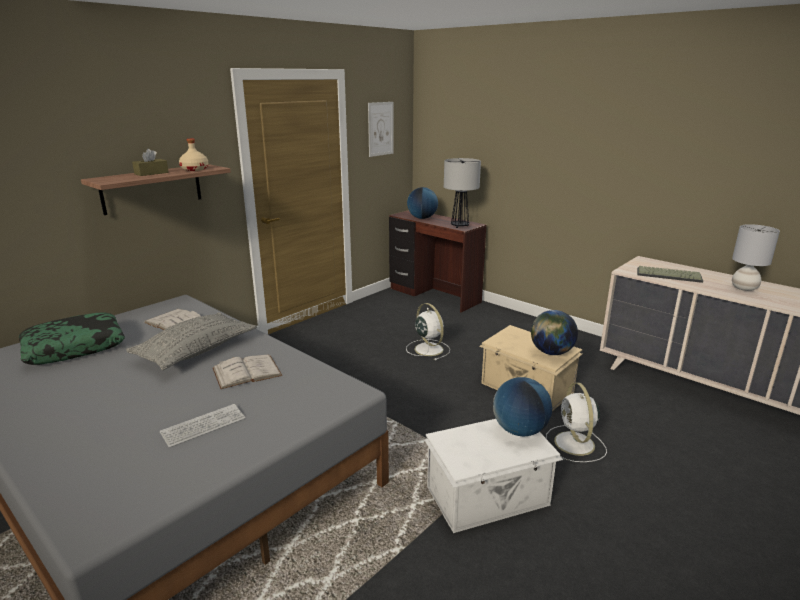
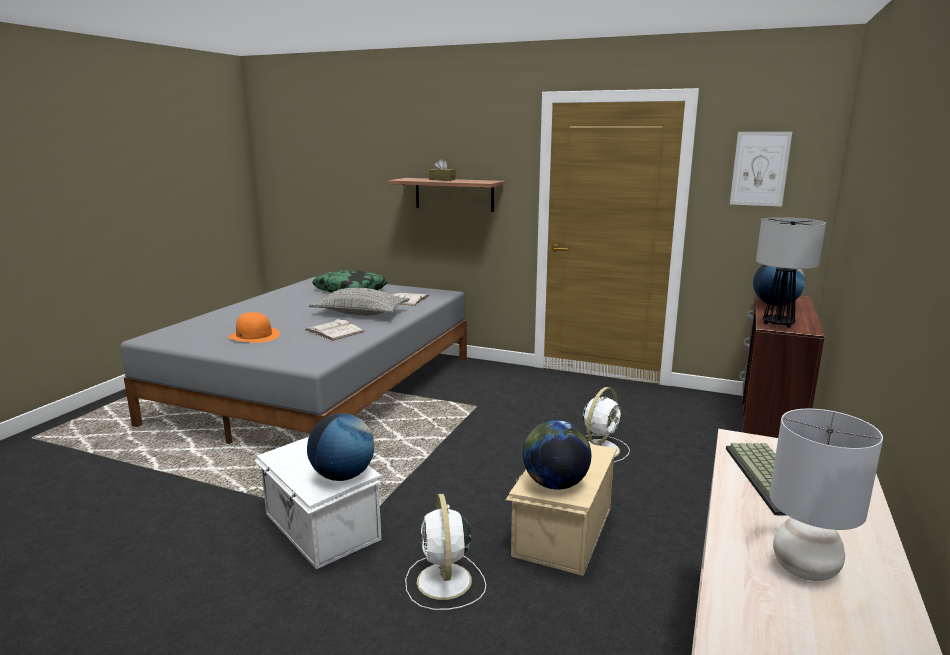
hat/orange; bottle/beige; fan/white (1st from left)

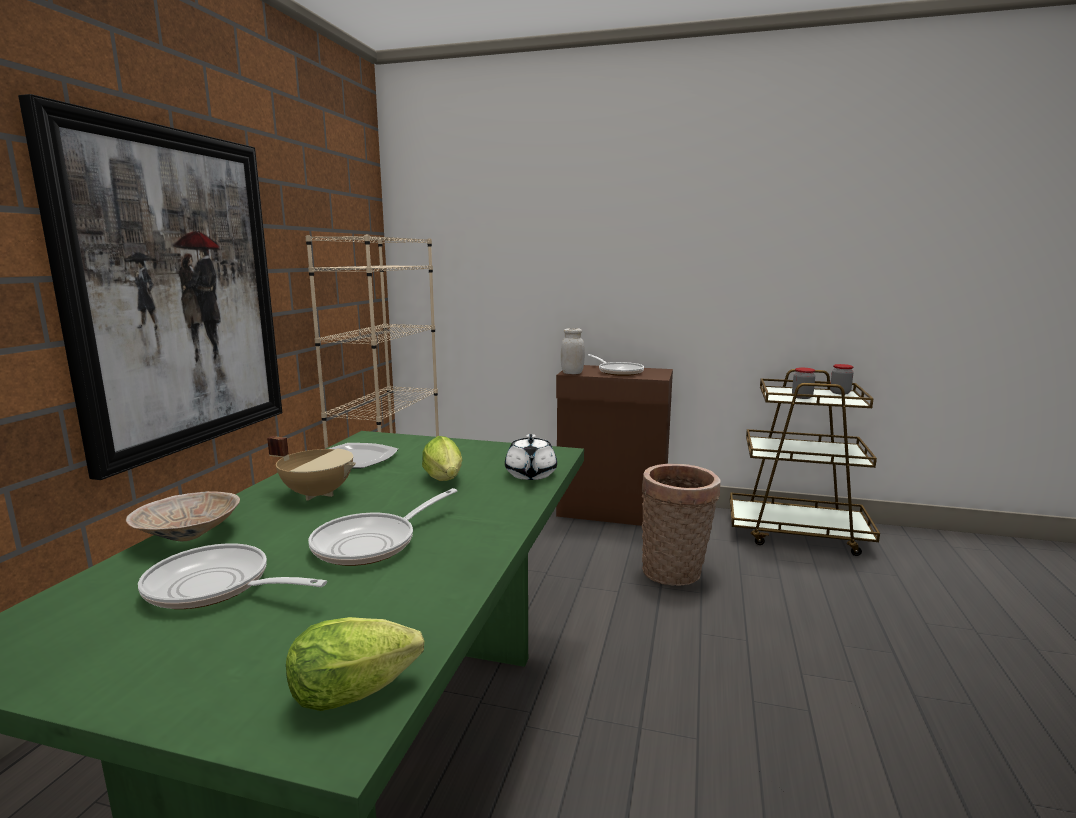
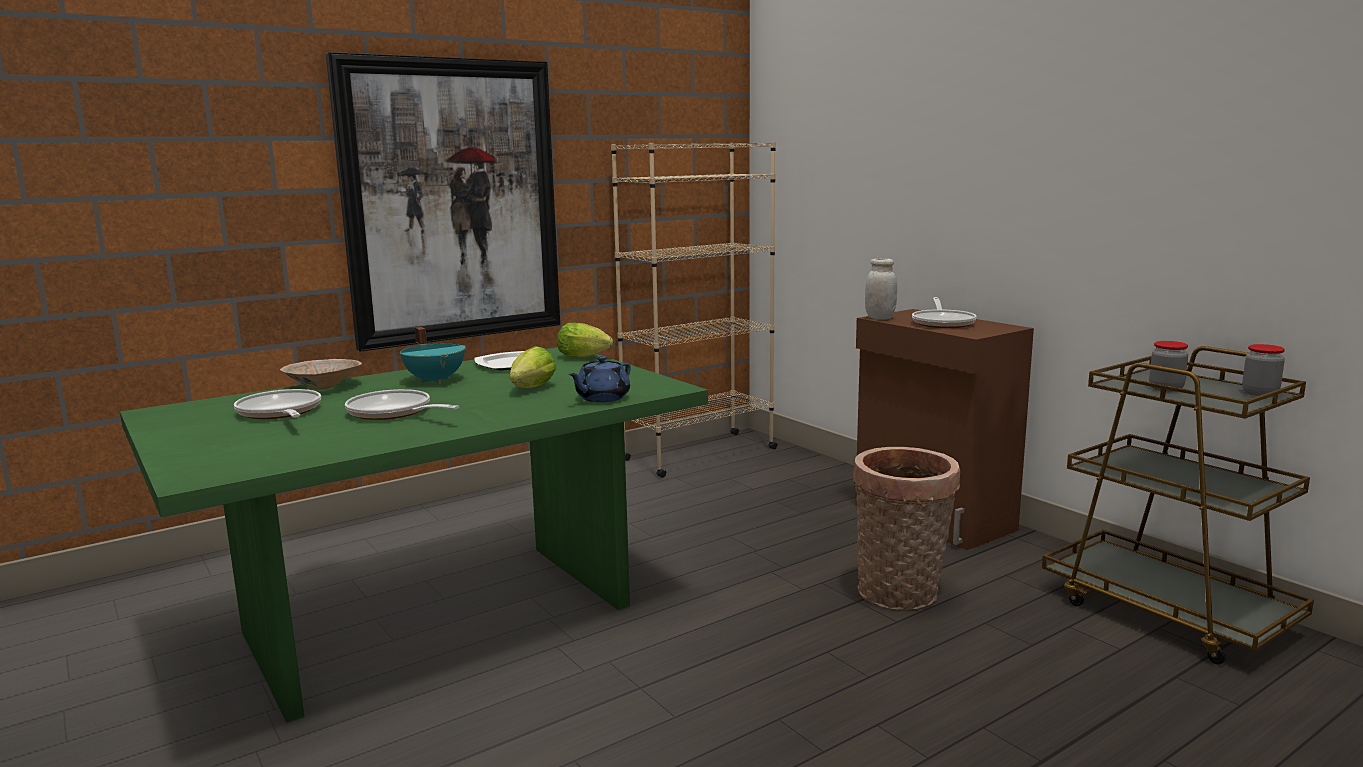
cooking pot/turquoise; lettuce (2nd from left); frying pan (2nd from left); teapot/blue

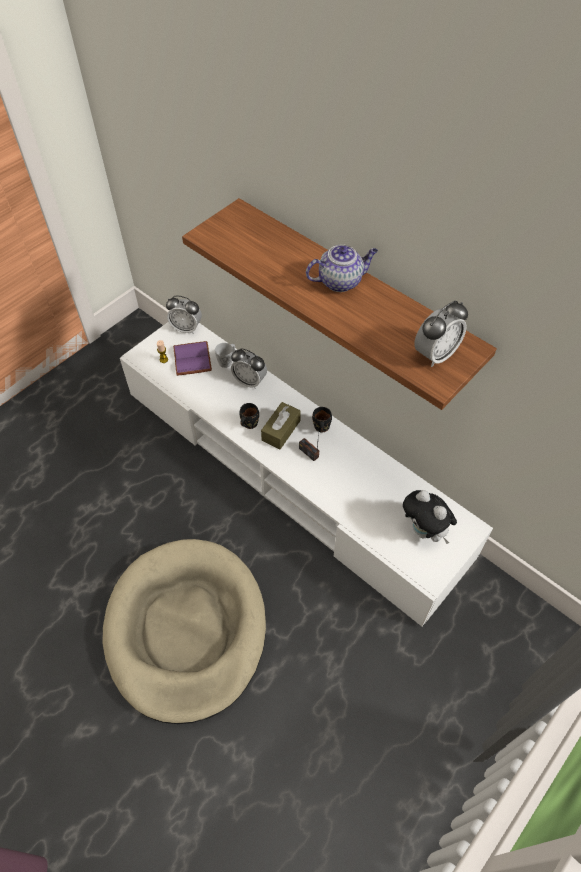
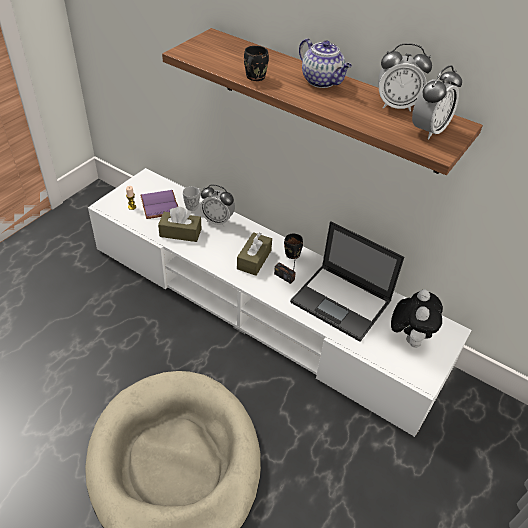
alarm clock (2nd from left); mug/black (1st from left); teapot; plush toy; tissue box/brown (1st from left); laptop

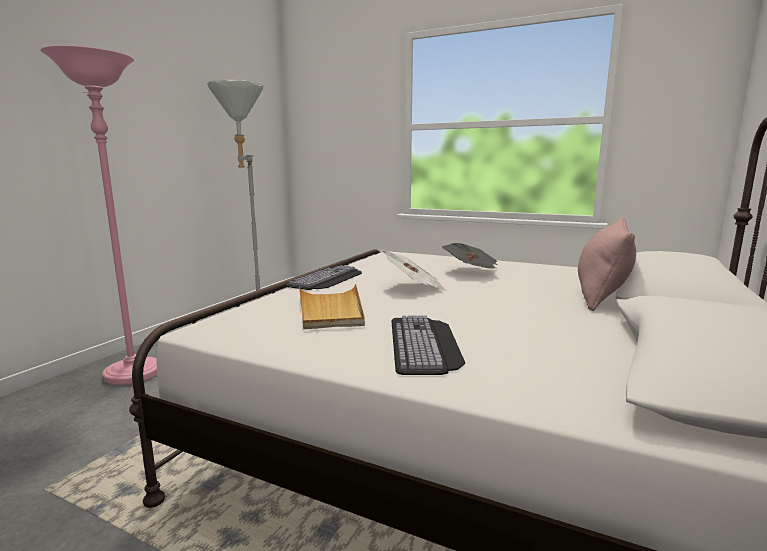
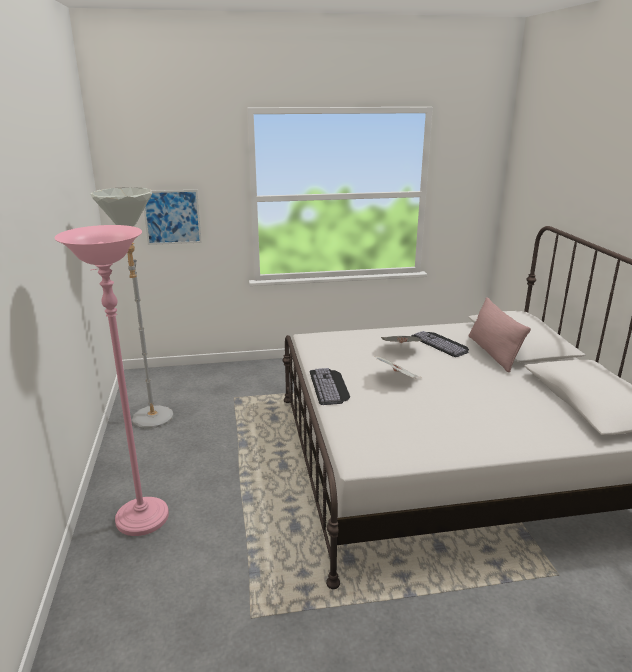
tray/beige; keyboard (2nd from left); picture

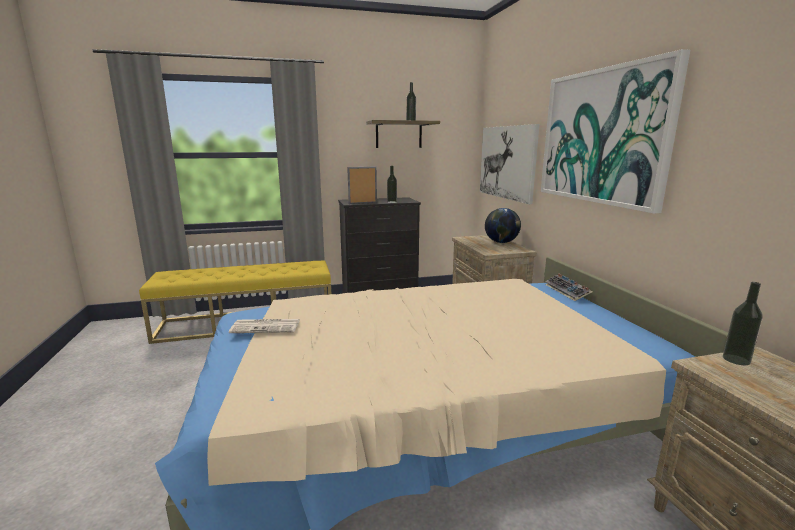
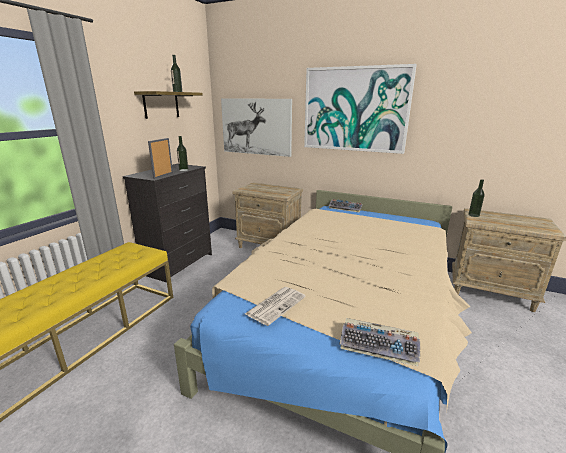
globe; keyboard (2nd from left)

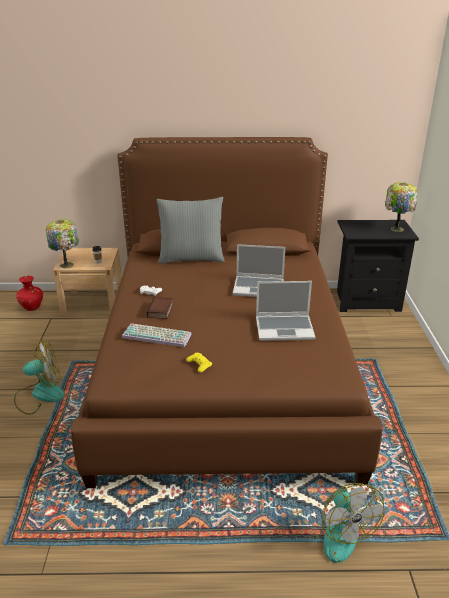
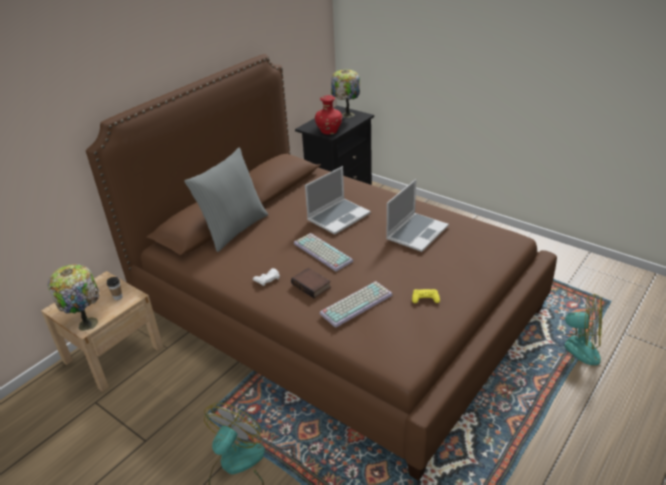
vase/red; keyboard (1st from left)

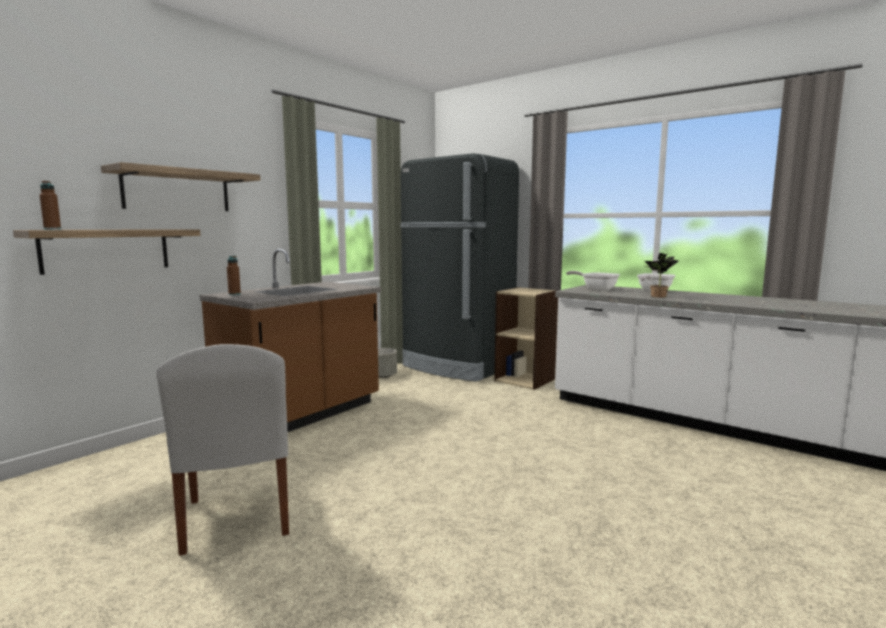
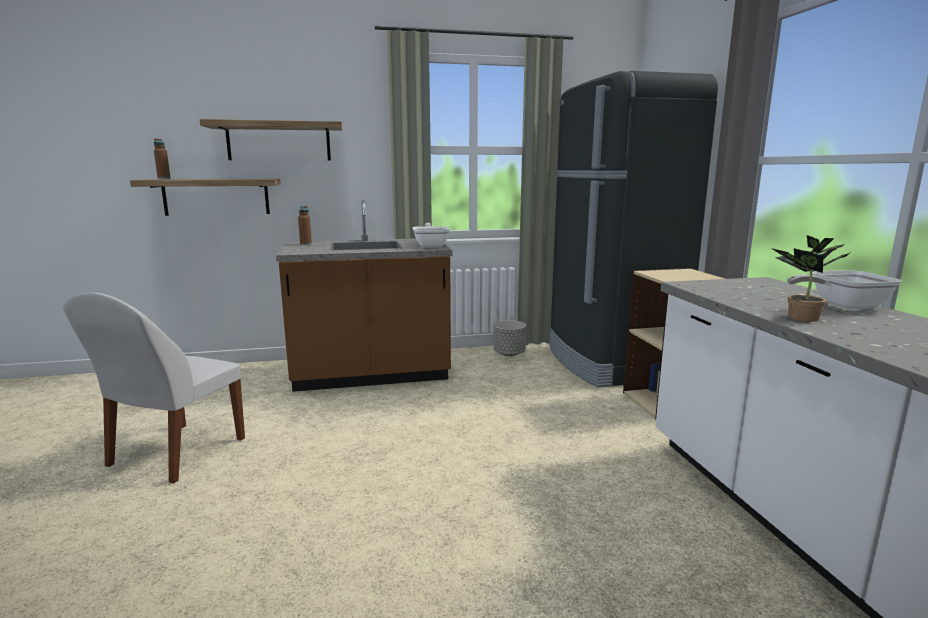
frying pan (1st from left)

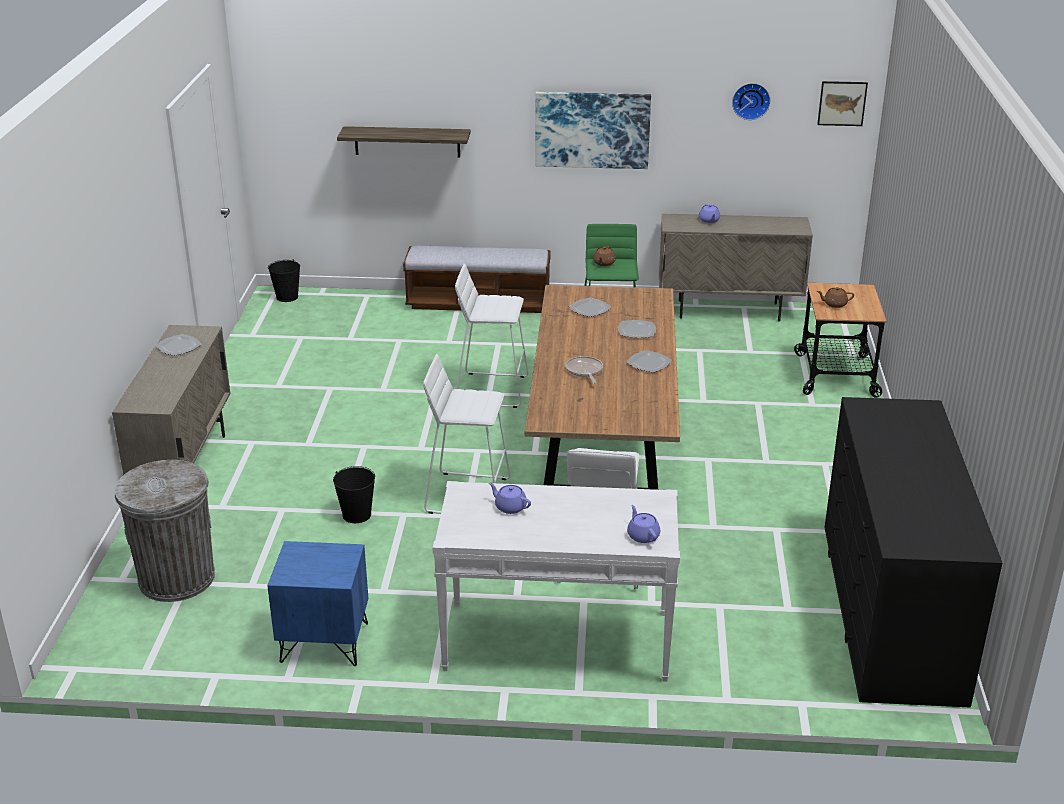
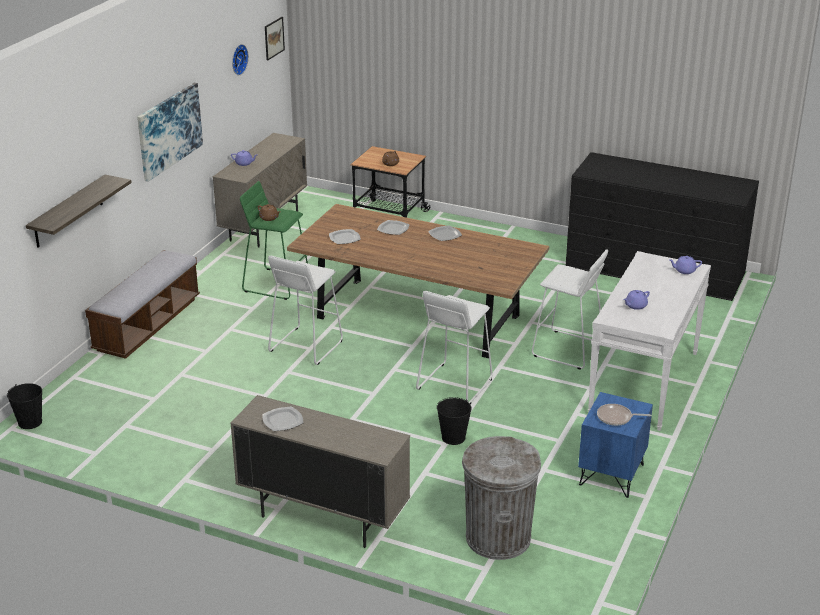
frying pan

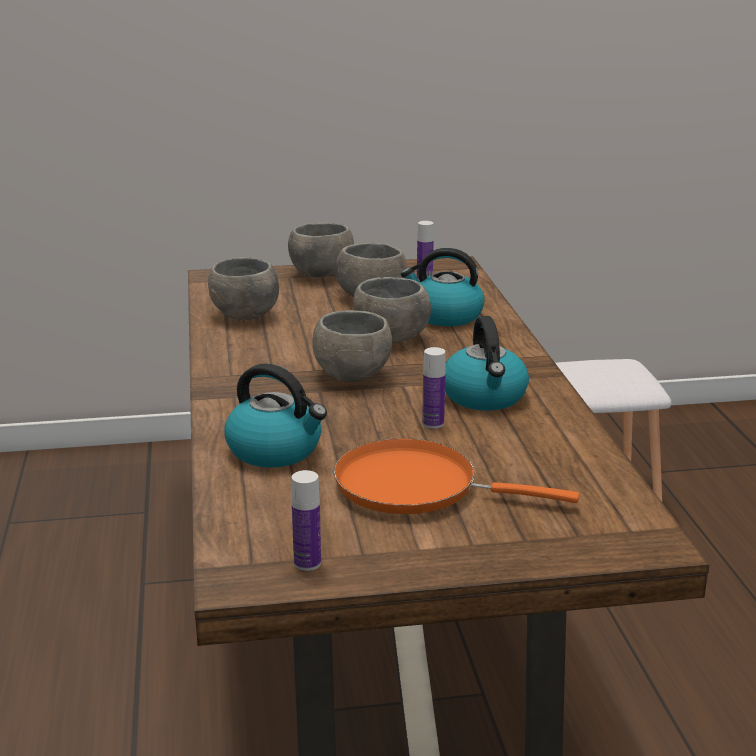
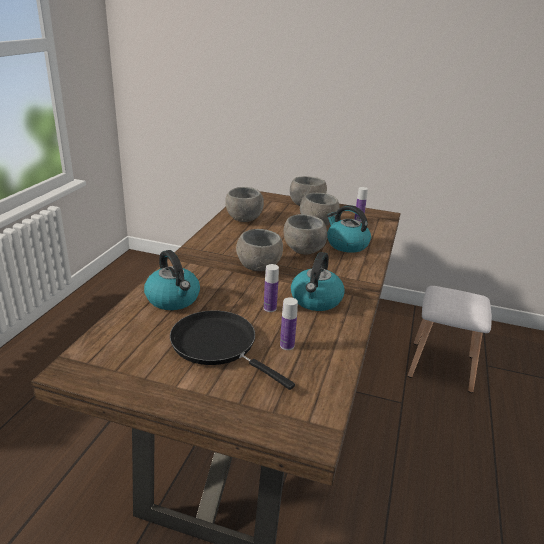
bottle (2nd from left); frying pan/black

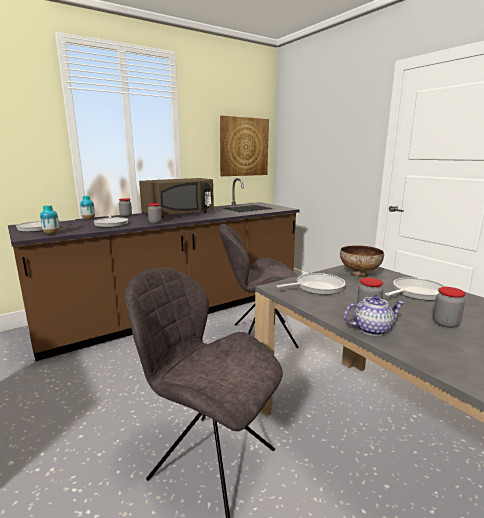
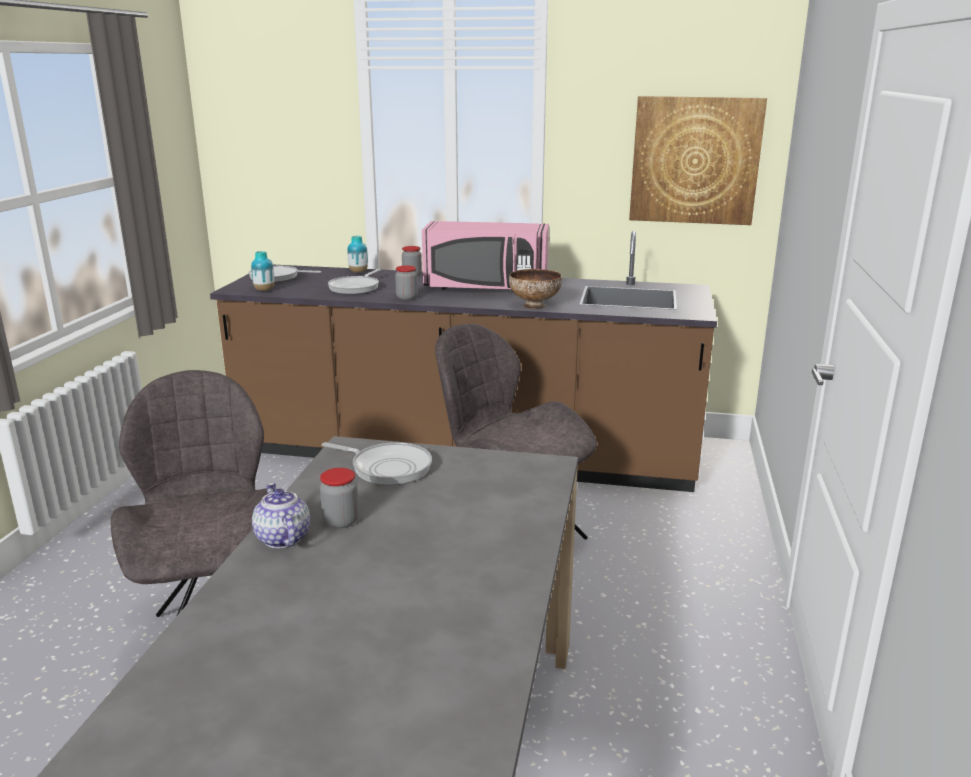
microwave/pink; bowl; teapot; frying pan (4th from left in the first image); jar (4th from left in the first image)

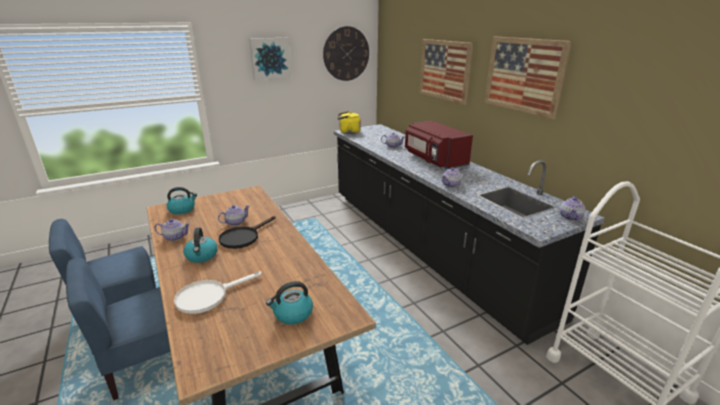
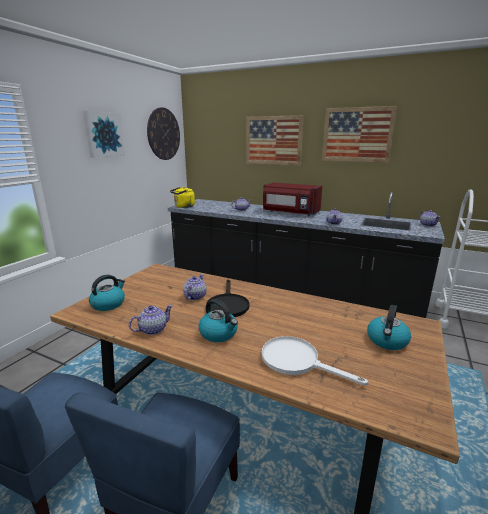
frying pan/white

